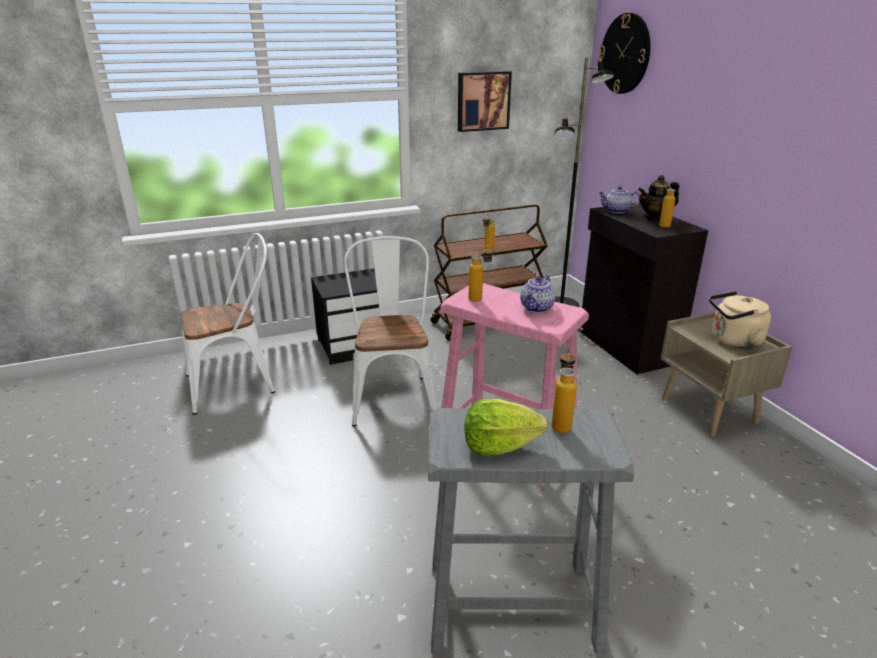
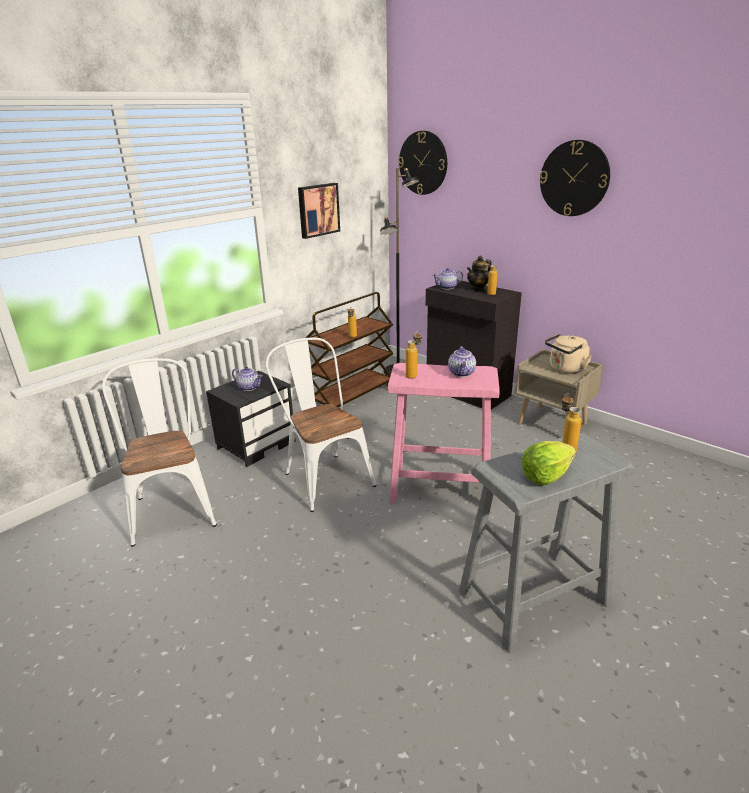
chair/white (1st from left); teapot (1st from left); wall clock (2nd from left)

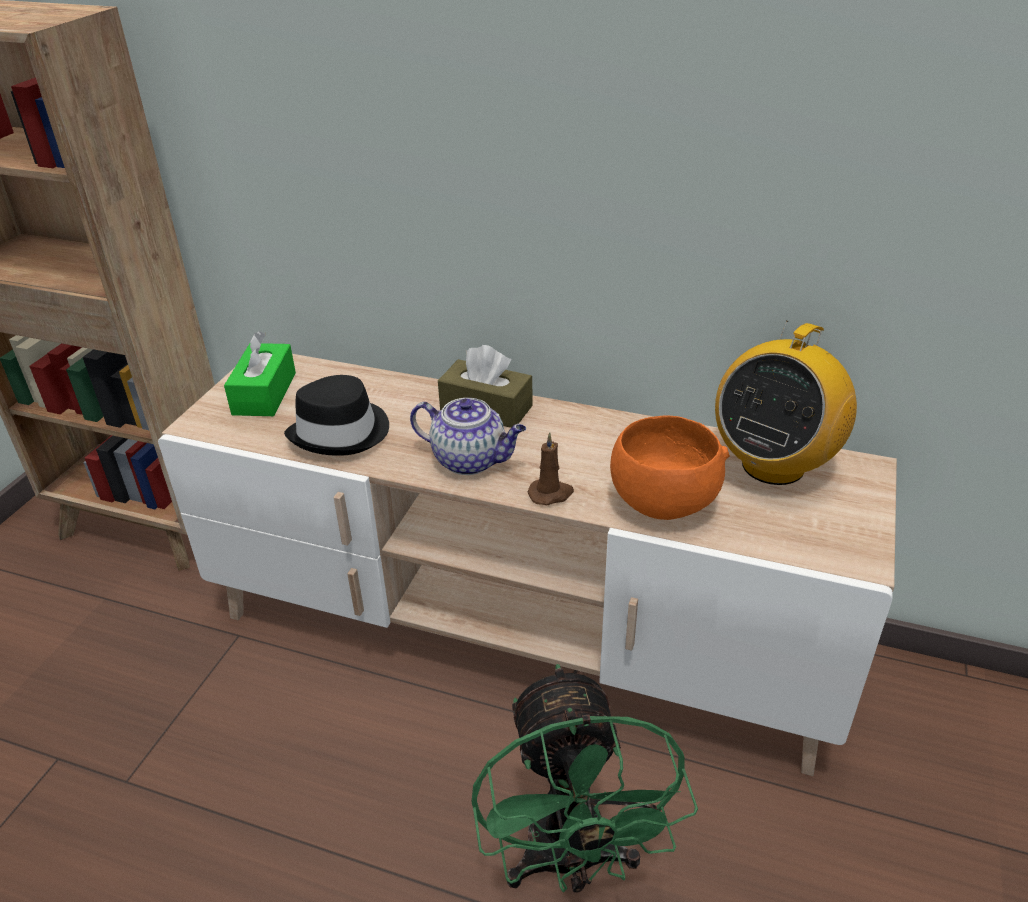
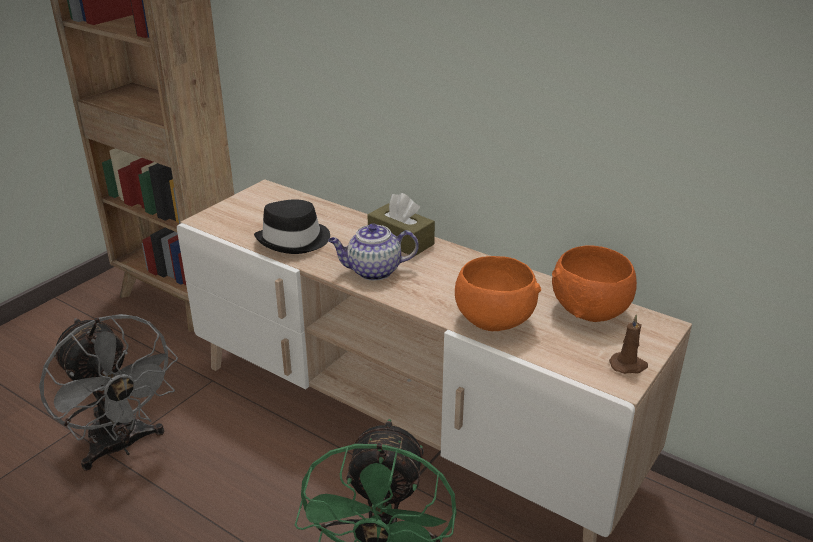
tissue box/green; teapot; candle/brown; bowl/orange (2nd from left); fan/grey

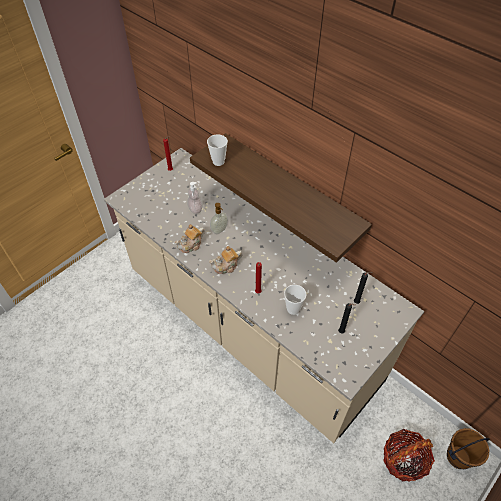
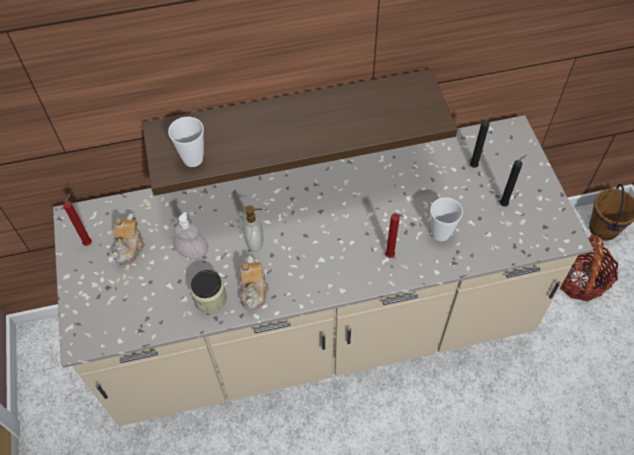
teapot (1st from left); jar

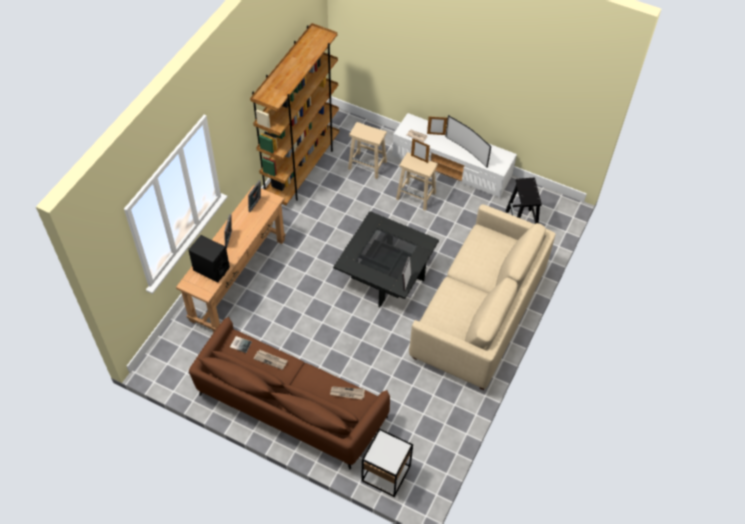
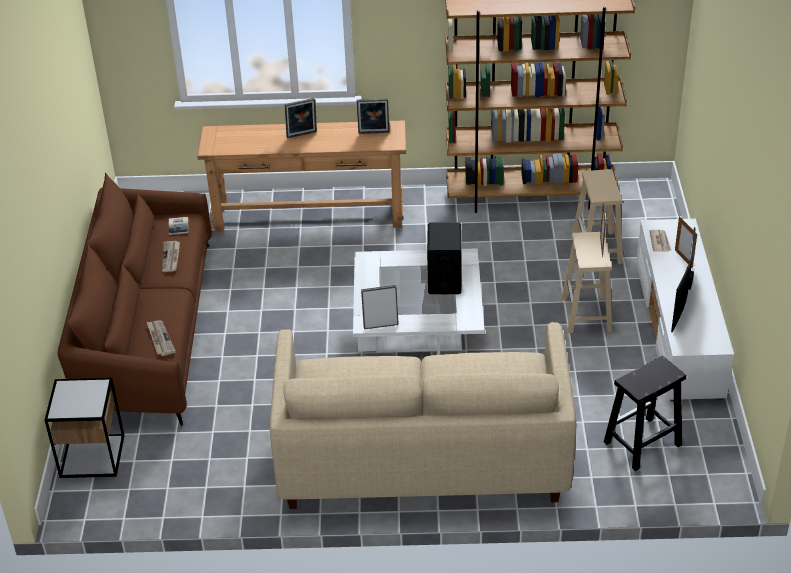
speaker/black; coffee table/white

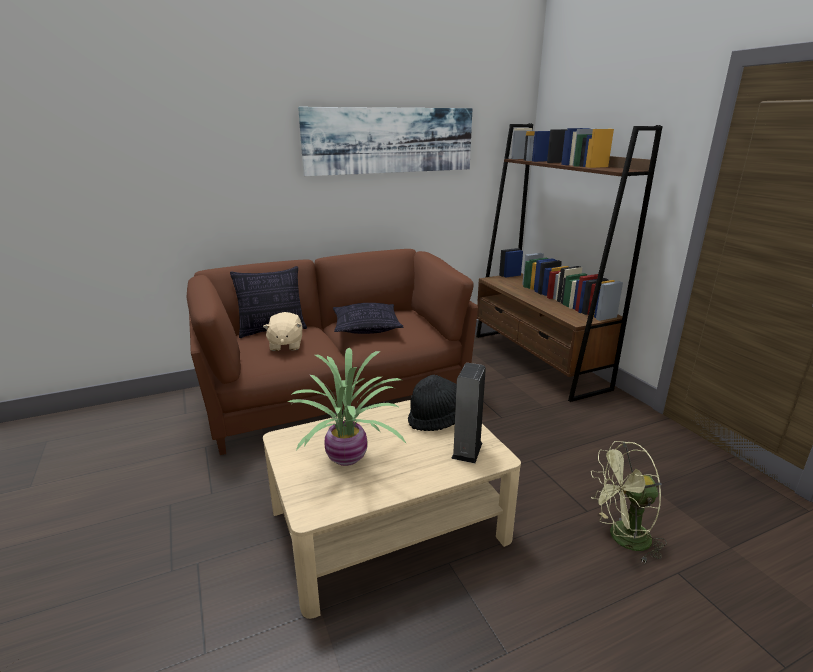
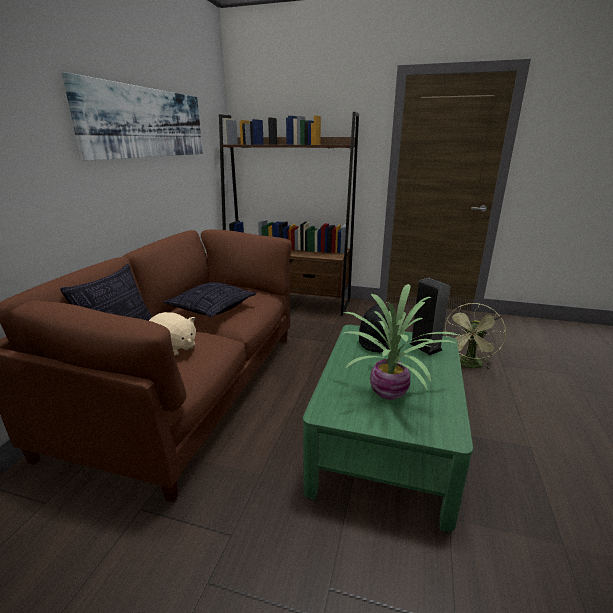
coffee table/green

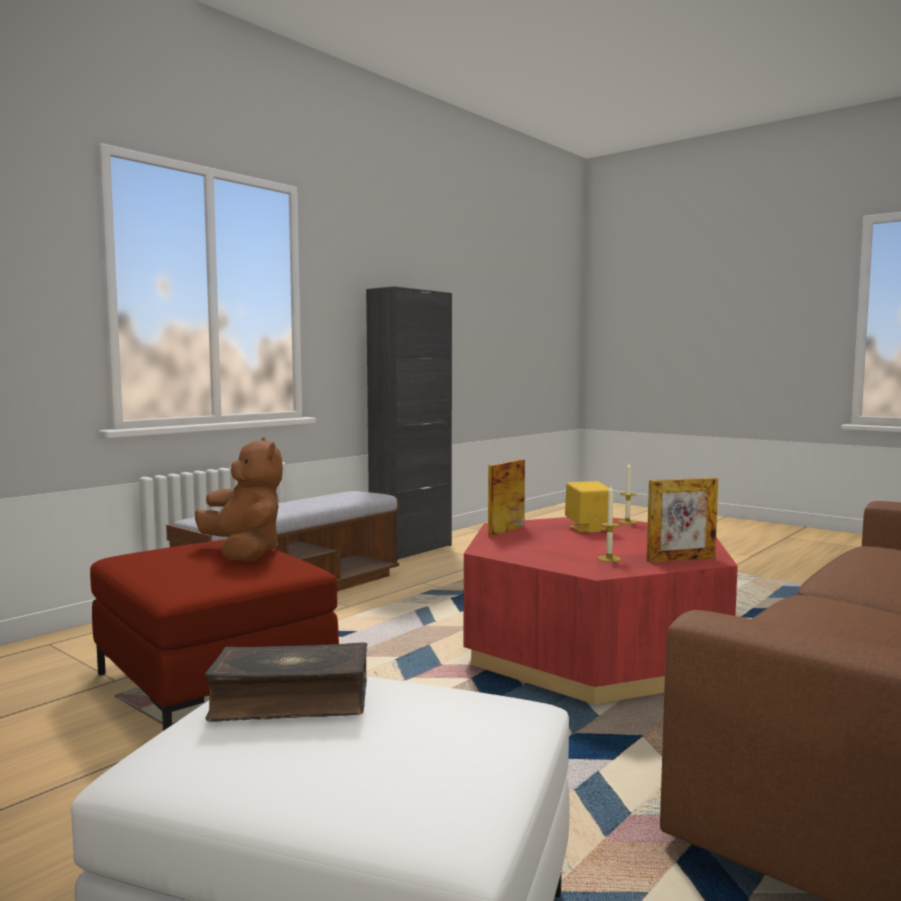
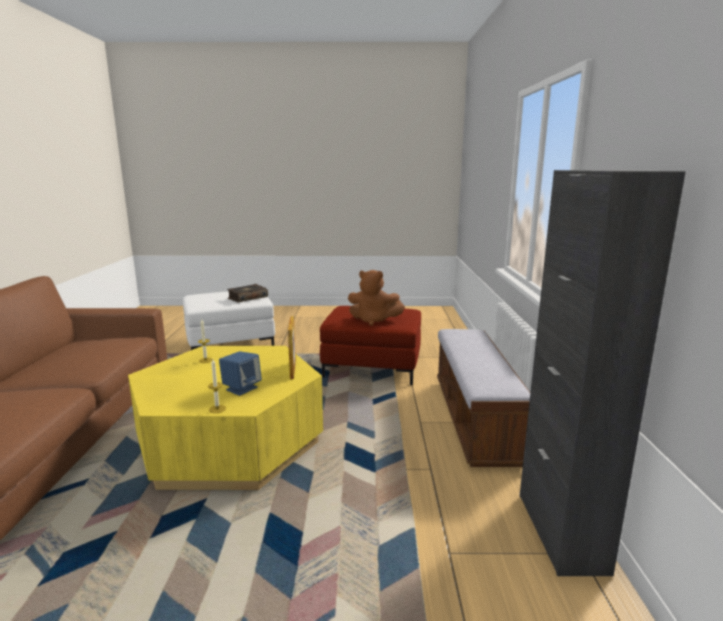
coffee table/yellow; speaker/blue; picture frame (2nd from left in the first image)

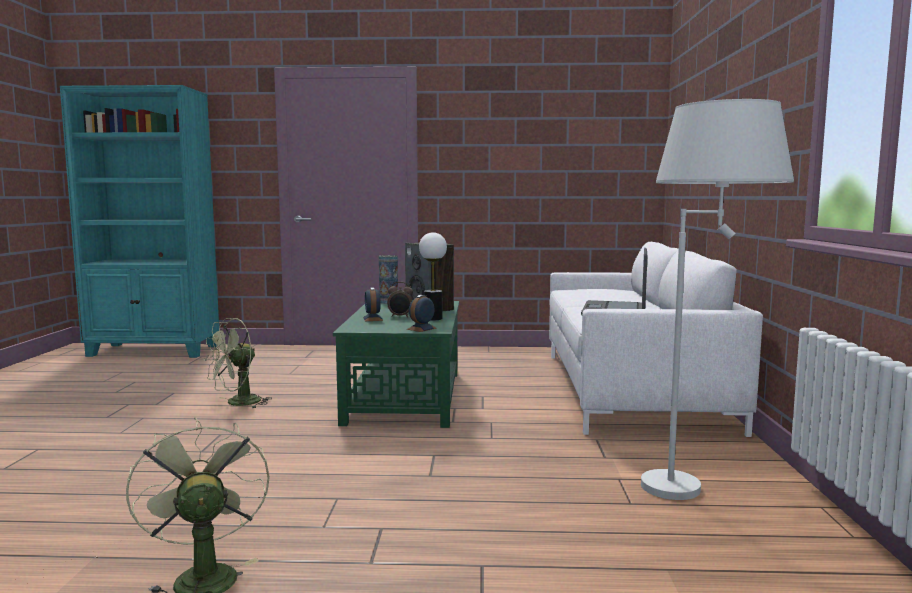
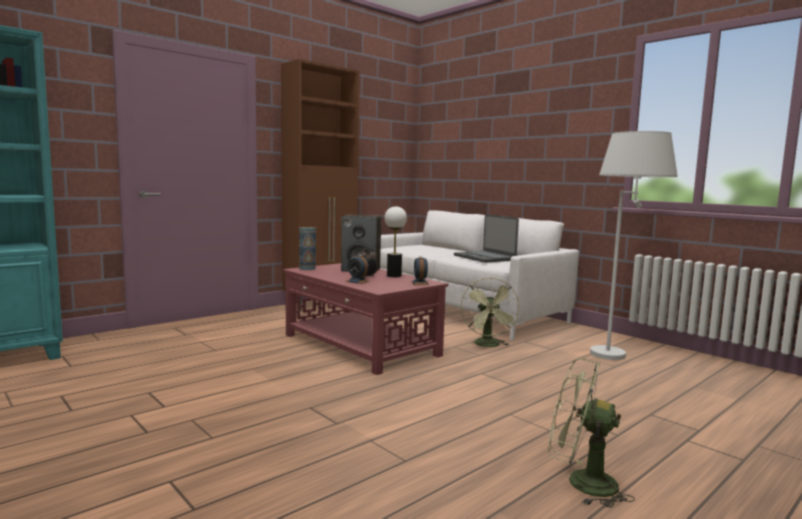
fan/green (1st from left); coffee table/red; cabinet/brown

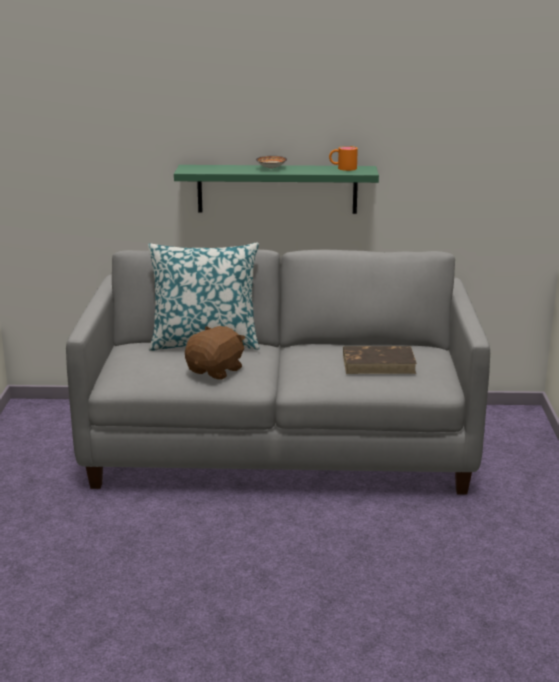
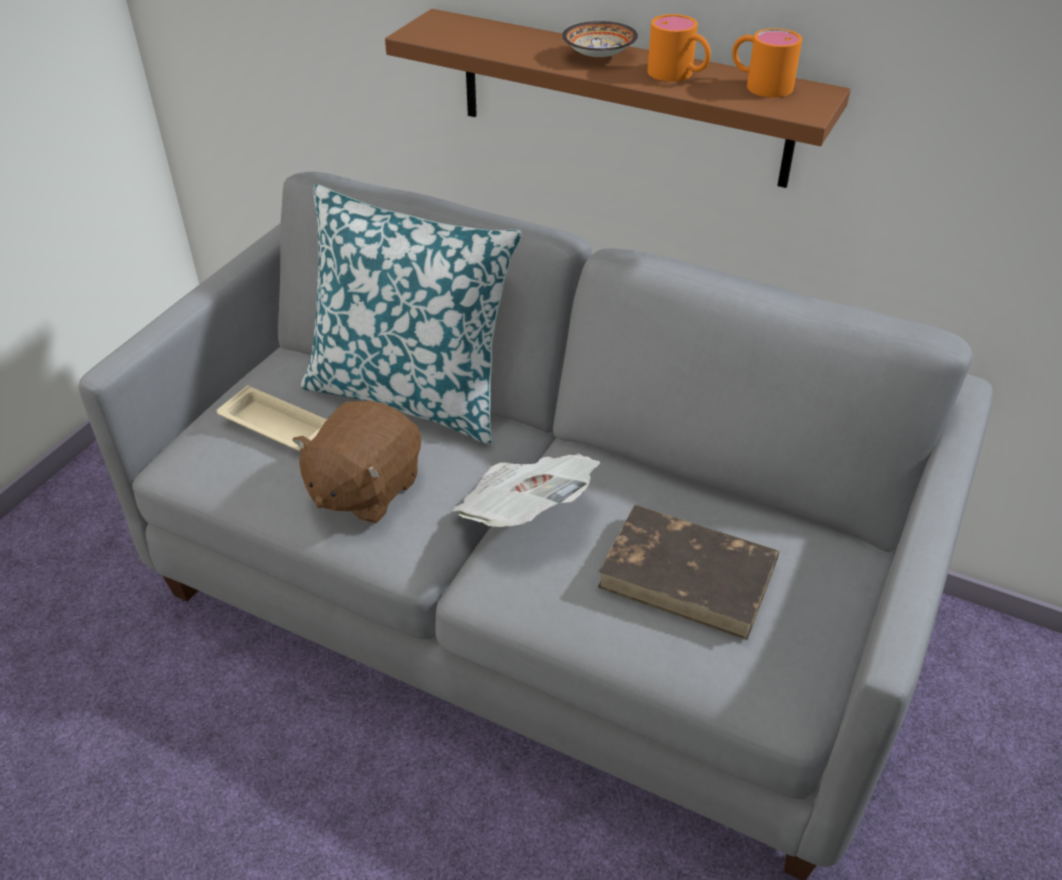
shelf/brown; plush toy/brown; tray/beige; newspaper; mug/orange (1st from left)

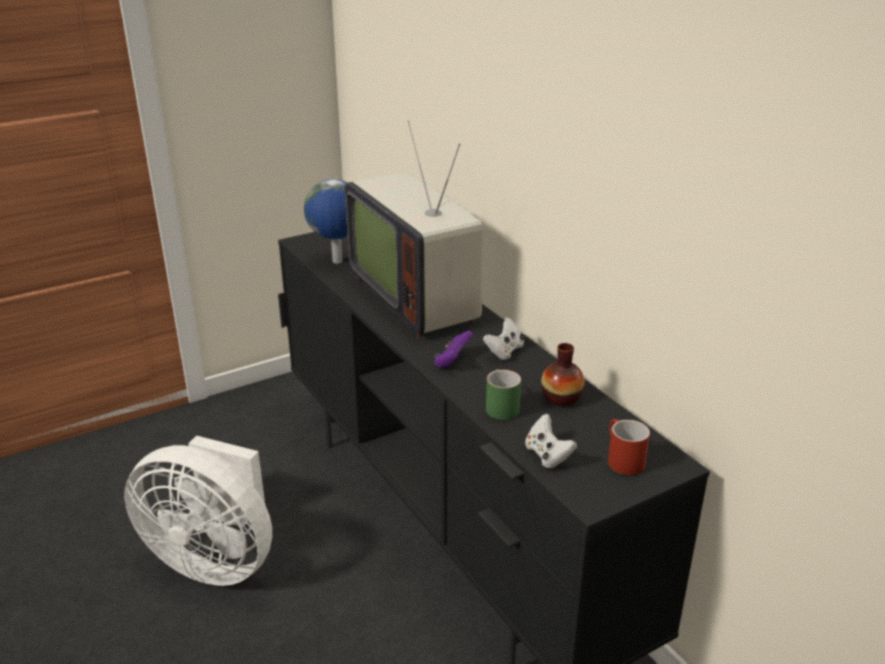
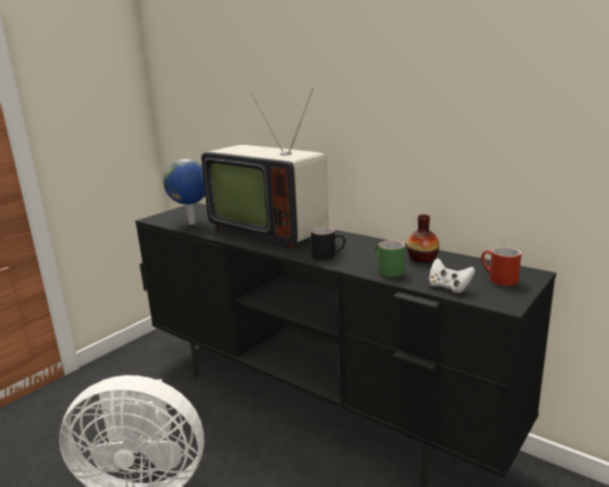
mug/black; game controller/white (1st from left in the first image)

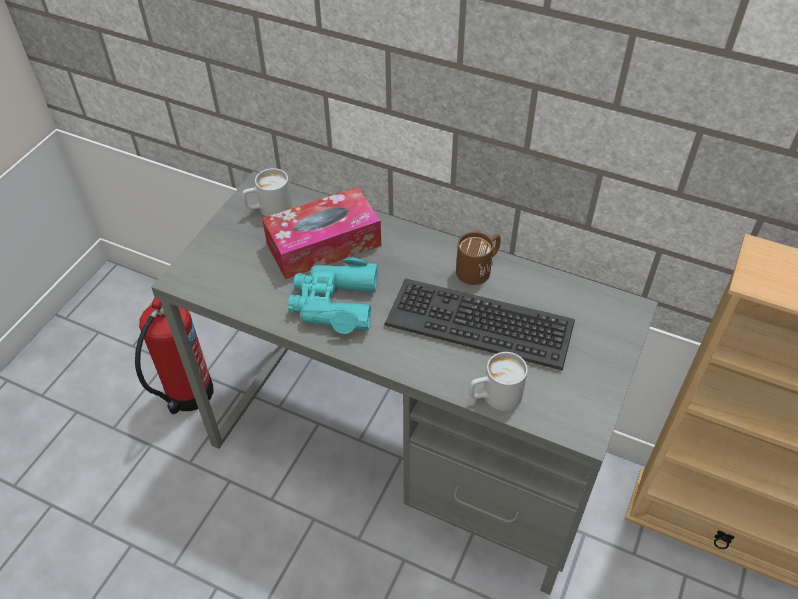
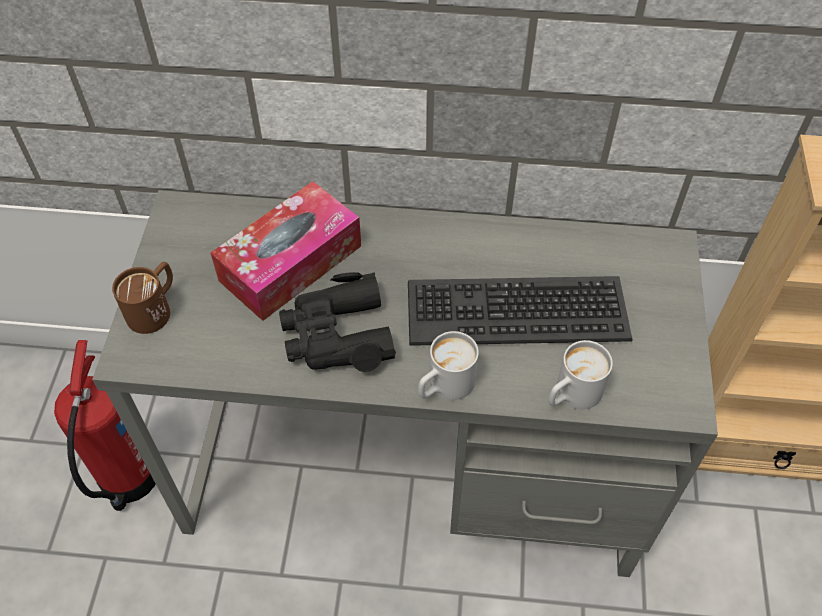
mug/white (1st from left); binoculars/black; mug/brown

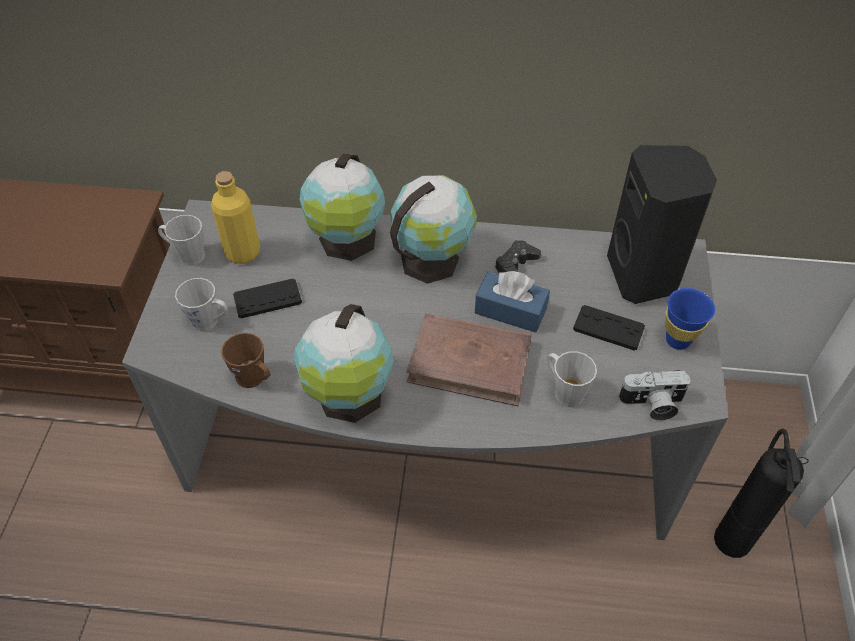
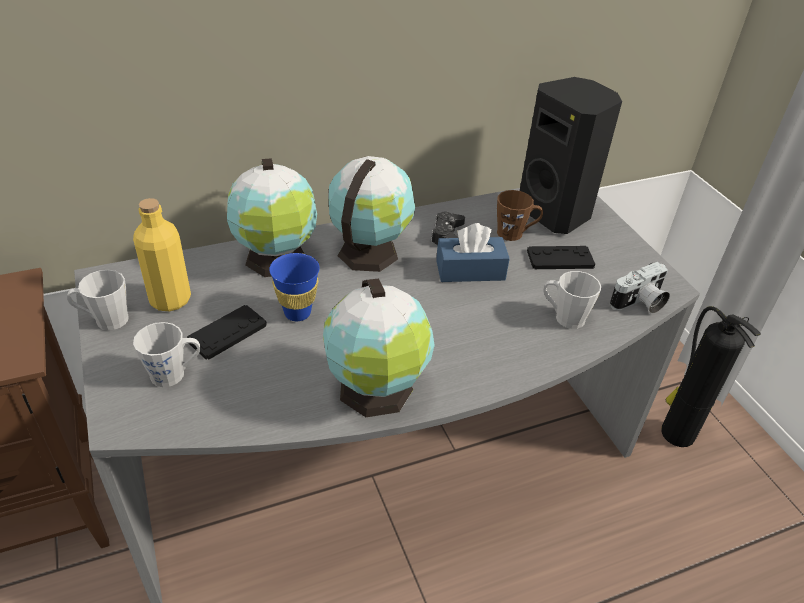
mug/brown; book/brown; cup/blue

